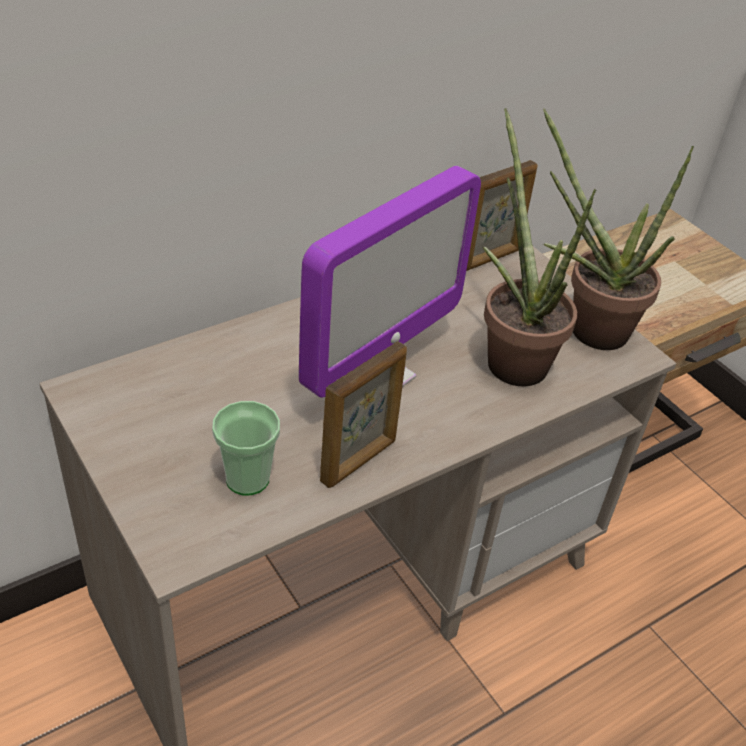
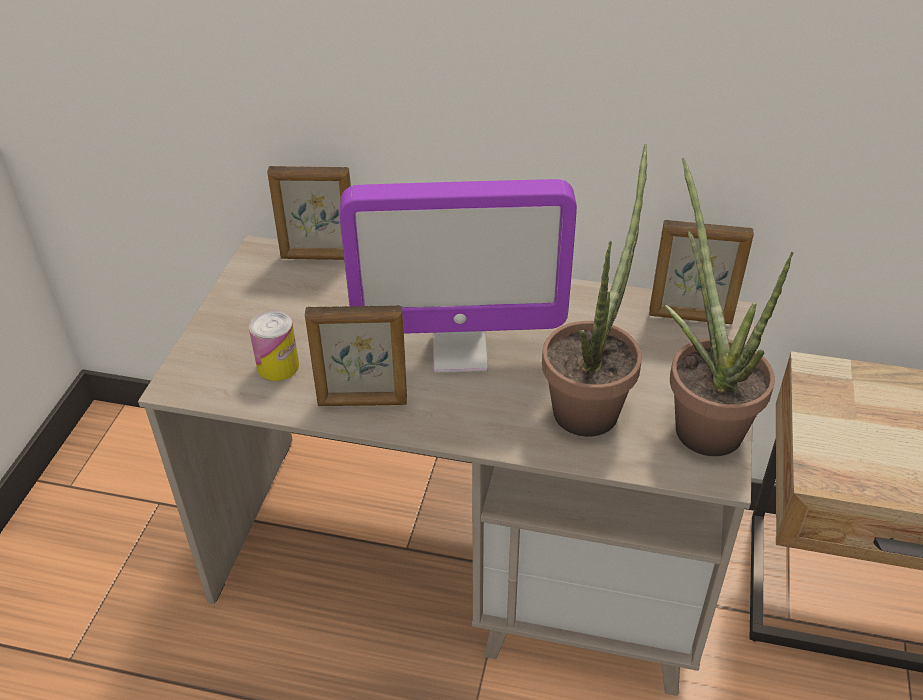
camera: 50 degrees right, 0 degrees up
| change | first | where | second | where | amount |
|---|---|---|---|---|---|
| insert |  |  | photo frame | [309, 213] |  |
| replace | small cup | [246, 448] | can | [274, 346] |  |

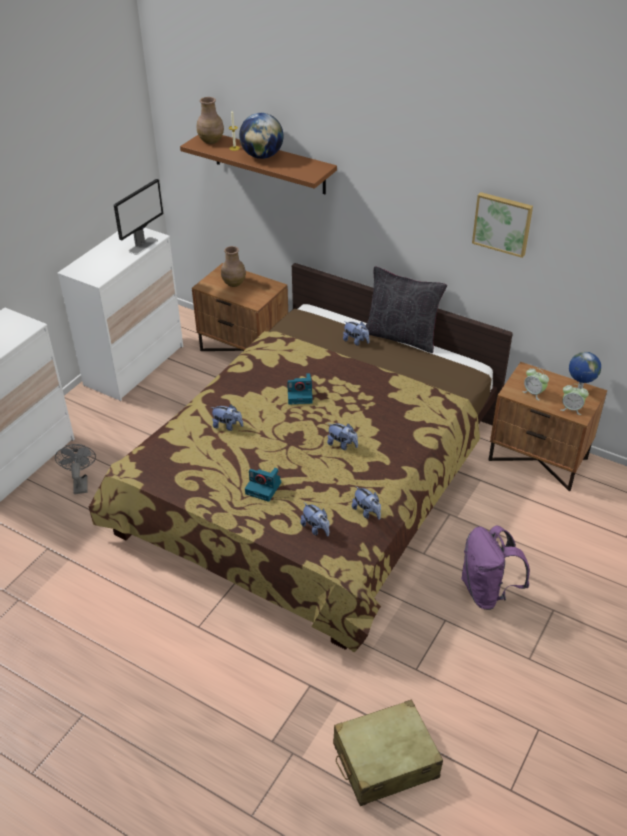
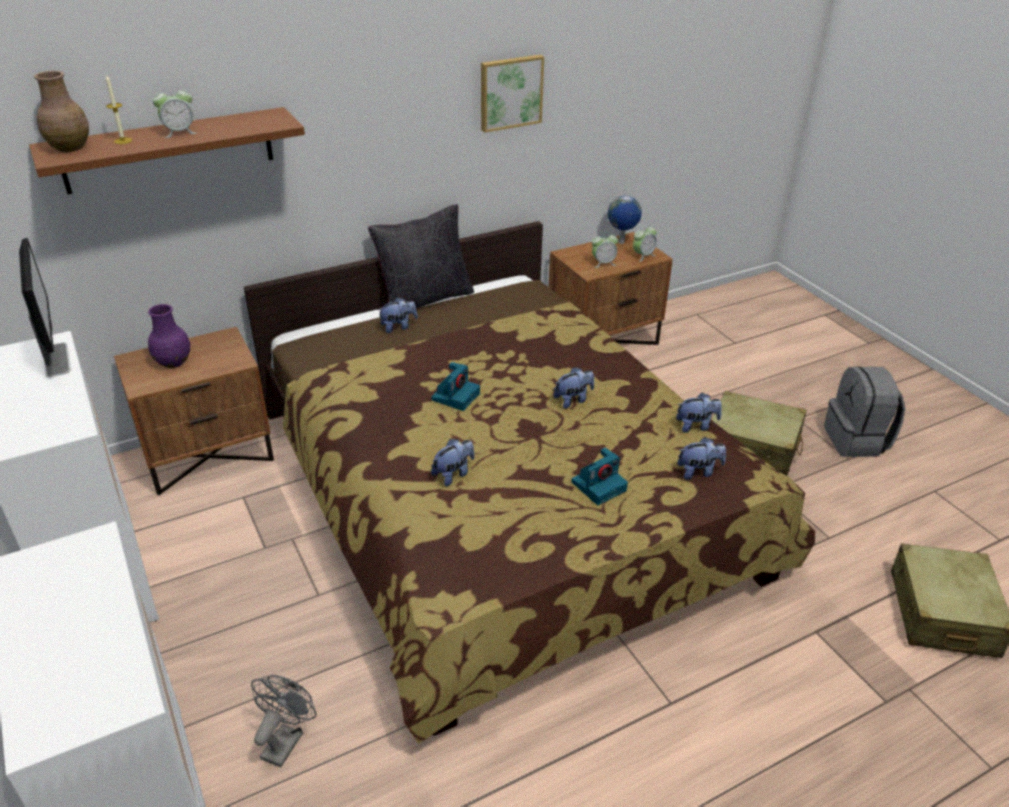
camera: 60 degrees left, 5 degrees down
| change | first | where | second | where | amount |
|---|---|---|---|---|---|
| insert |  |  | greyish rucksack | [864, 412] |  |
| replace | desk globe | [261, 136] | bedside clock | [175, 111] |  |
| replace | purple-coloured rucksack | [495, 567] | beige travel case | [759, 433] |  |
| recolor | brown flower vase | [233, 266] | purple-coloured flower vase | [169, 336] |  |
| rotate | greyish electric fan | [75, 469] |  | [283, 721] | 90 degrees clockwise |

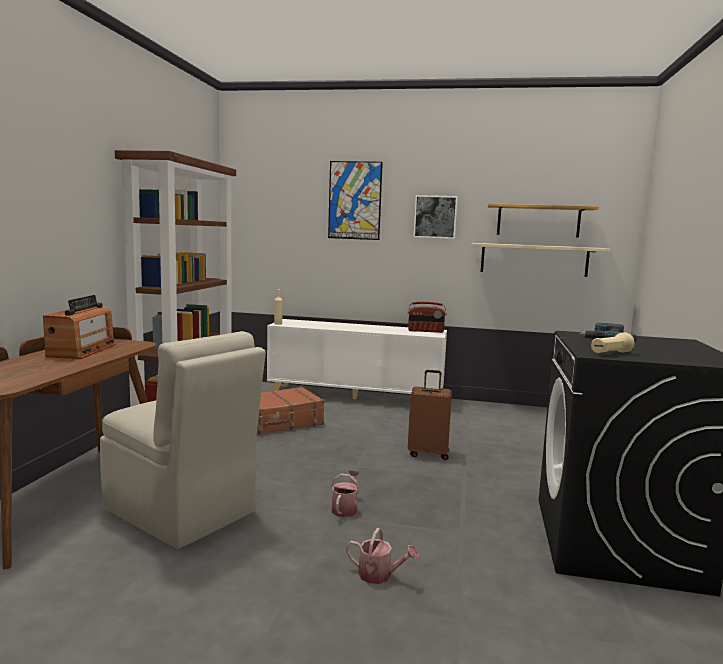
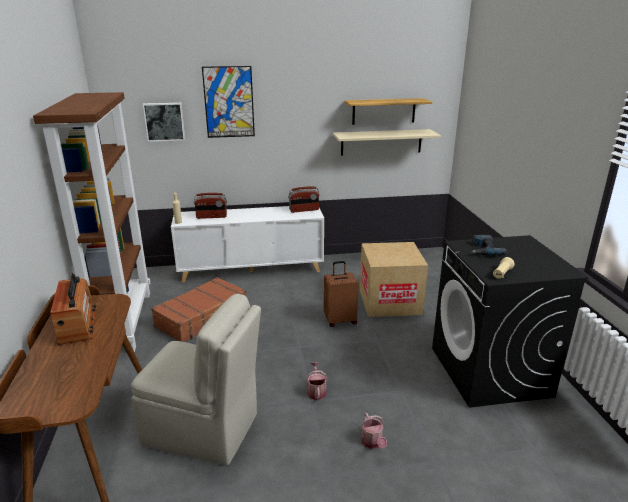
camera: 20 degrees left, 15 degrees up
| change | first | where | second | where | amount |
|---|---|---|---|---|---|
| insert |  |  | radio receiver | [210, 206] |  |
| insert |  |  | cardboard box | [394, 279] |  |
| move | wall picture | [435, 217] |  | [164, 122] |  |
| rotate | watering can | [382, 556] |  | [374, 431] | 75 degrees clockwise |

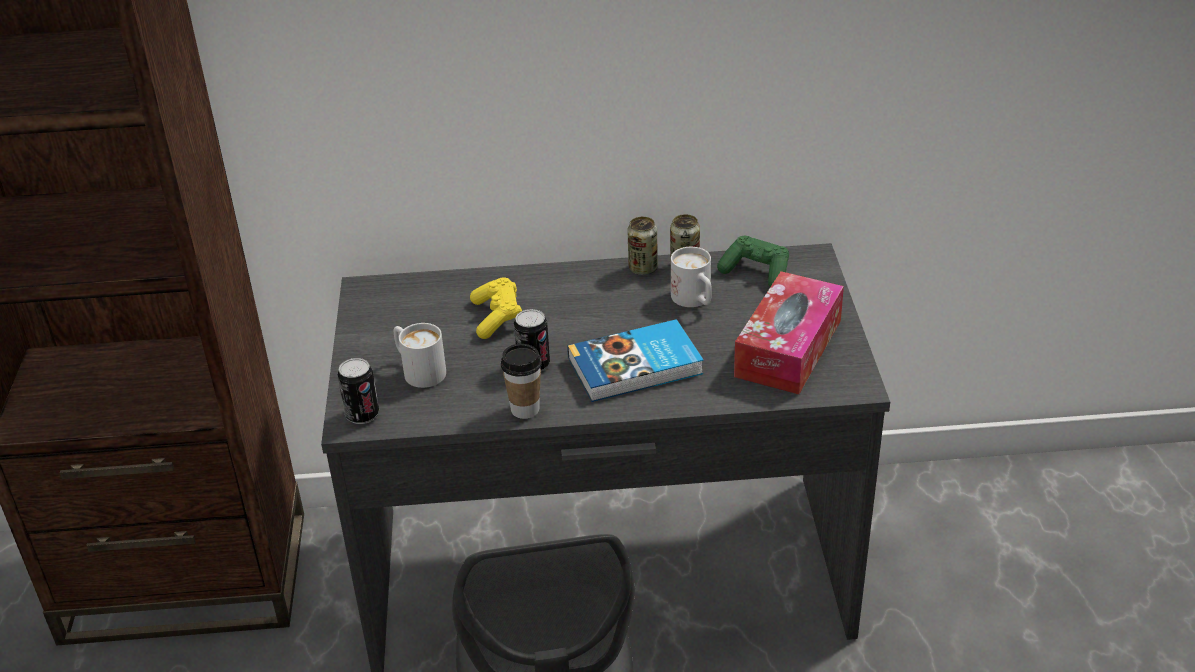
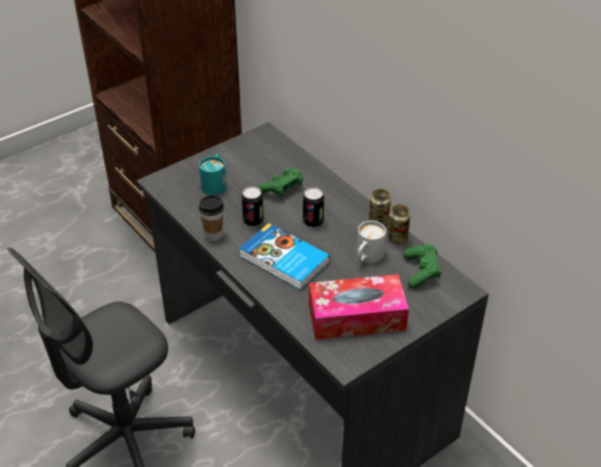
camera: 55 degrees right, 5 degrees up
| change | first | where | second | where | amount |
|---|---|---|---|---|---|
| move | can | [358, 391] |  | [313, 207] |  |
| recolor | white mug | [420, 355] | blue-green mug | [212, 174] |  |
| recolor | yellow gamepad | [496, 308] | green-coloured gamepad | [280, 183] |  |

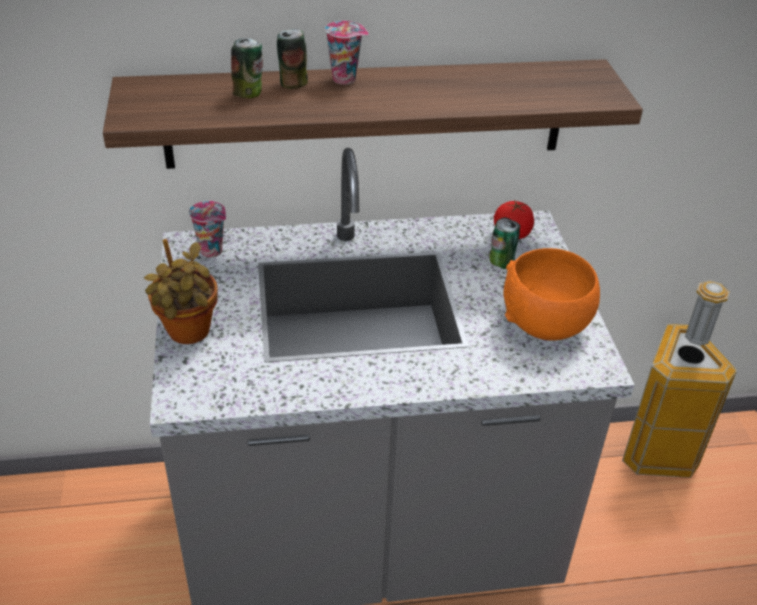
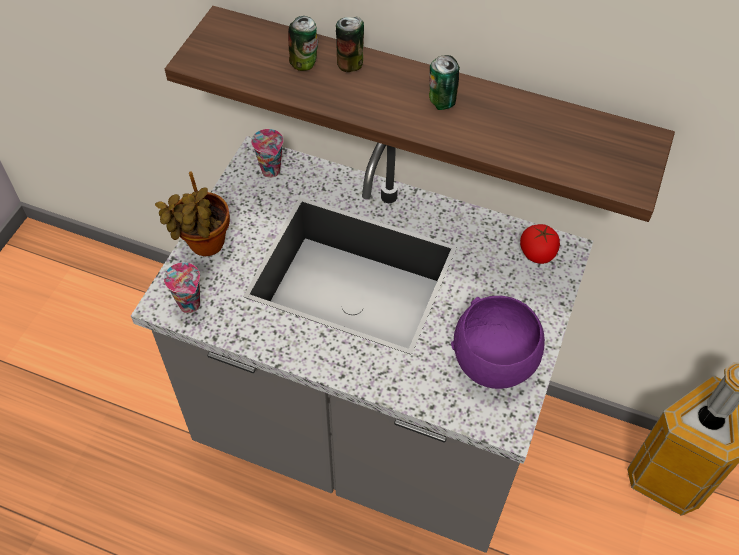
camera: 30 degrees right, 15 degrees up
| change | first | where | second | where | amount |
|---|---|---|---|---|---|
| move | small cup | [347, 53] |  | [182, 287] |  |
| move | can | [504, 243] |  | [444, 82] |  |
| recolor | orangey serving bowl | [551, 294] | purple-coloured serving bowl | [498, 342] |  |

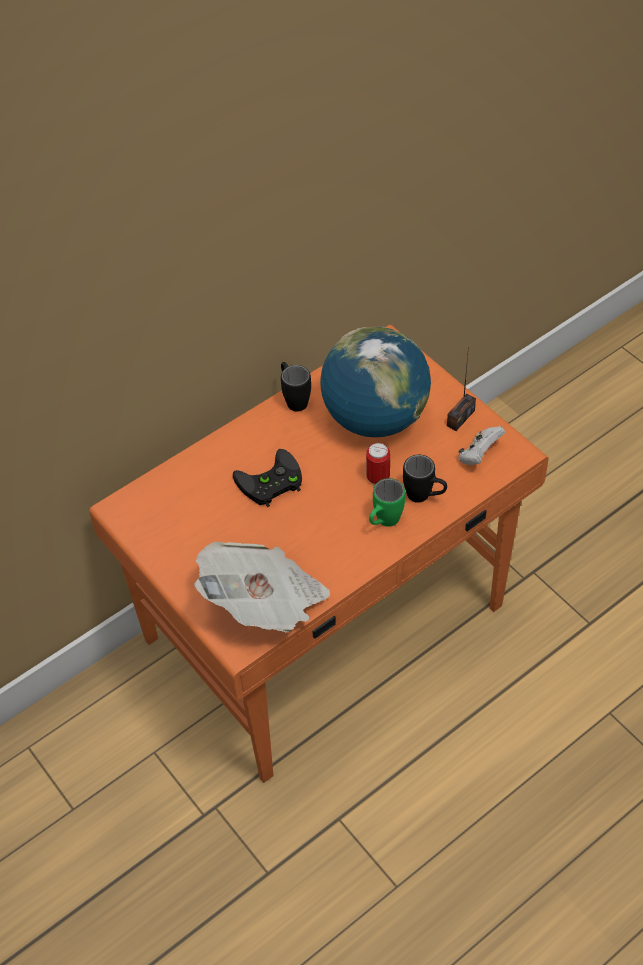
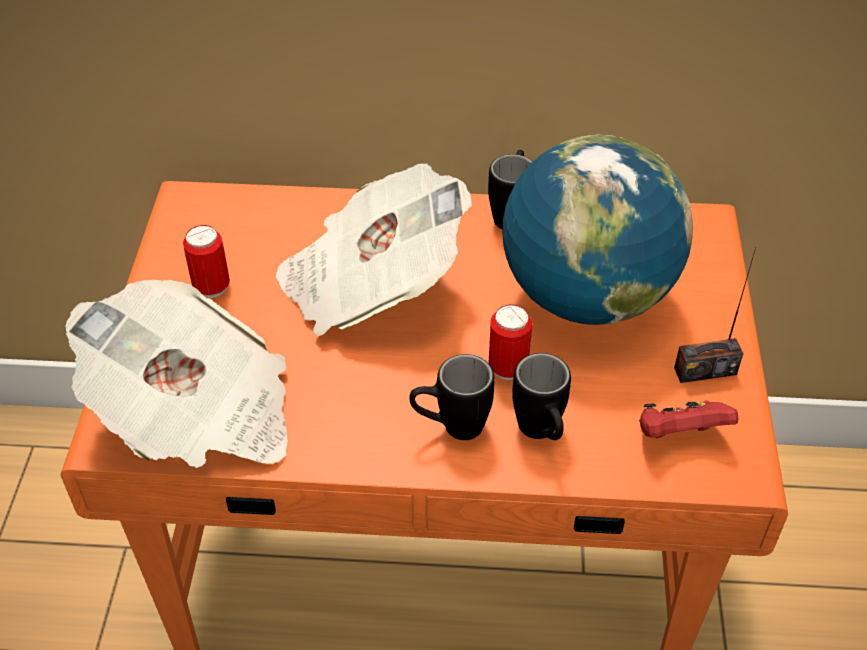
camera: 40 degrees right, 5 degrees down
| change | first | where | second | where | amount |
|---|---|---|---|---|---|
| insert |  |  | can | [206, 261] |  |
| replace | blackish gamepad | [267, 478] | printed paper | [374, 249] |  |
| recolor | green-coloured mug | [387, 502] | blackish mug | [451, 397] |  |
| recolor | white gamepad | [481, 445] | reddish gamepad | [688, 419] |  |

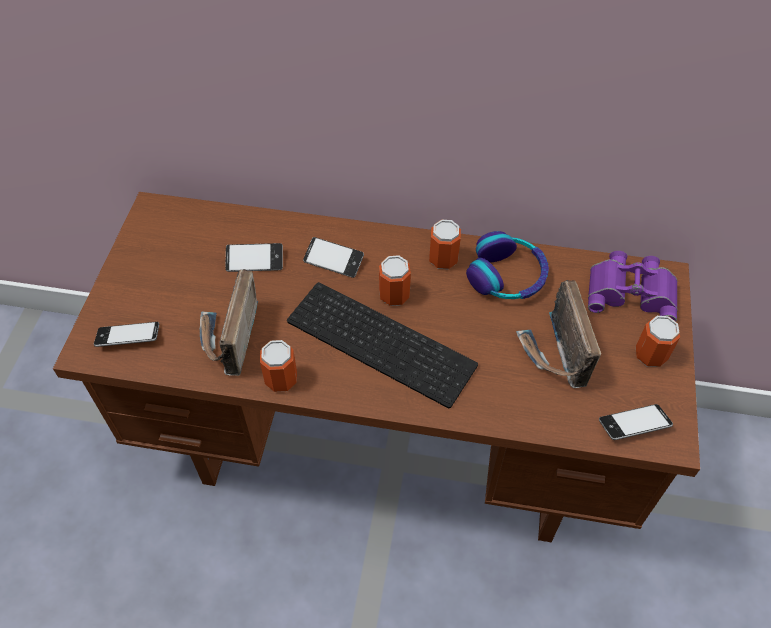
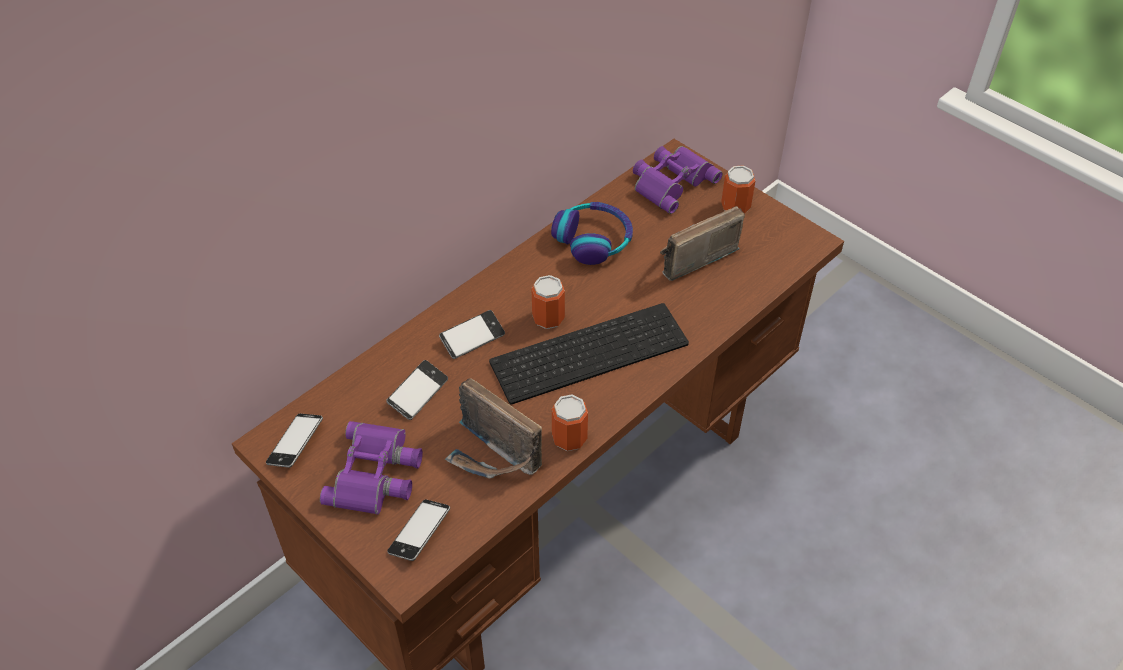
camera: 55 degrees left, 5 degrees down
| change | first | where | second | where | amount |
|---|---|---|---|---|---|
| delete | can | [445, 244] |  |  |  |
| insert |  |  | purple-coloured pair of binoculars | [371, 468] |  |
| move | telephone | [636, 422] |  | [294, 441] |  |
| rotate | radio receiver | [558, 334] |  | [702, 243] | 120 degrees clockwise |

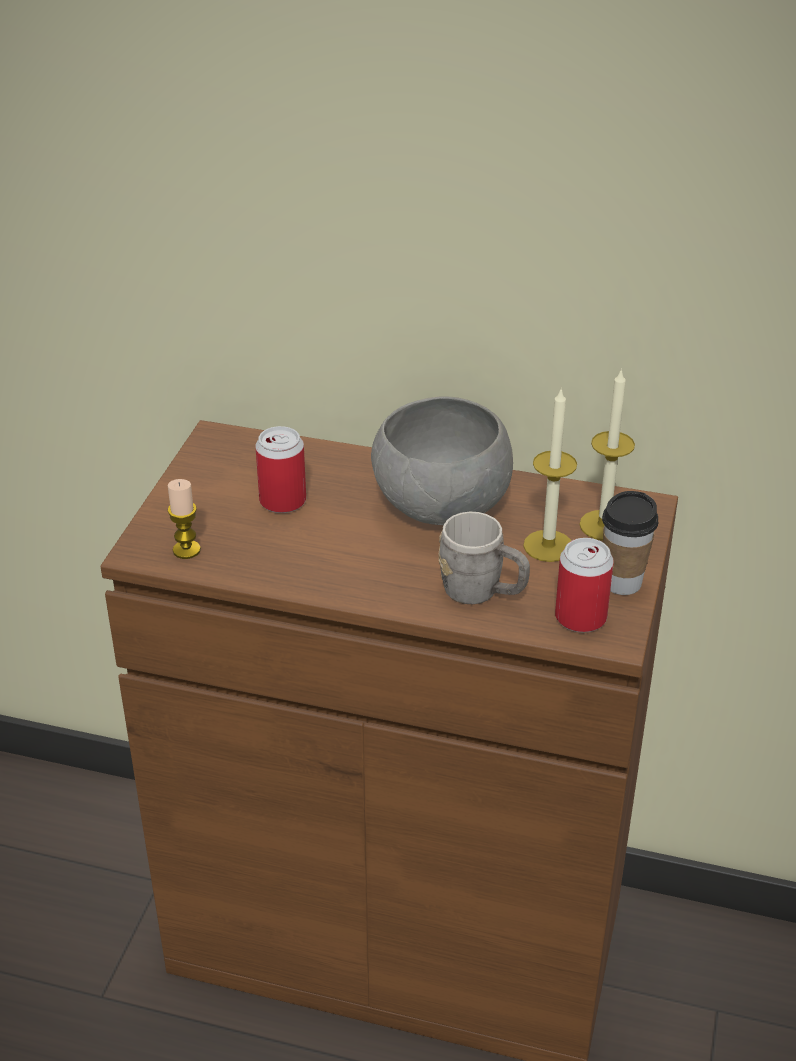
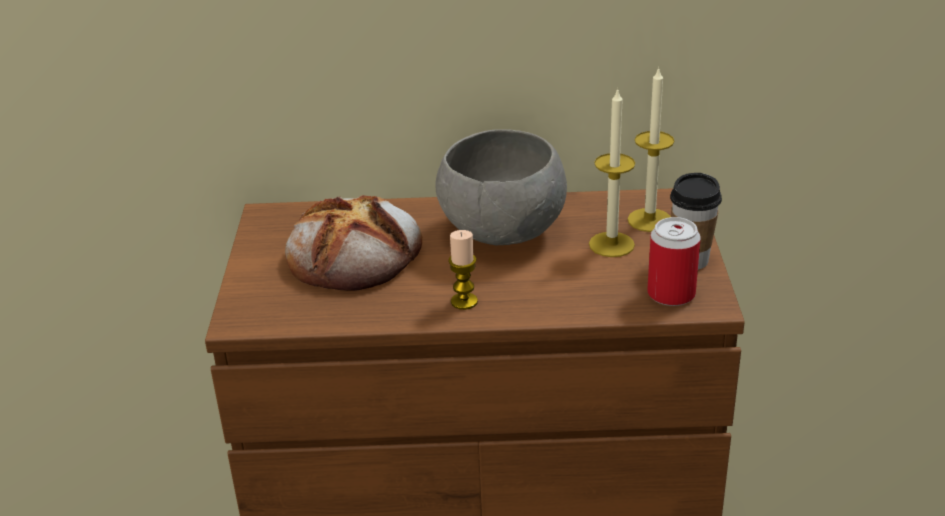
camera: 15 degrees left, 5 degrees down
| change | first | where | second | where | amount |
|---|---|---|---|---|---|
| delete | greyish mug | [484, 557] |  |  |  |
| move | candle | [184, 519] |  | [463, 270] |  |
| replace | can | [280, 469] | bread | [353, 243] |  |

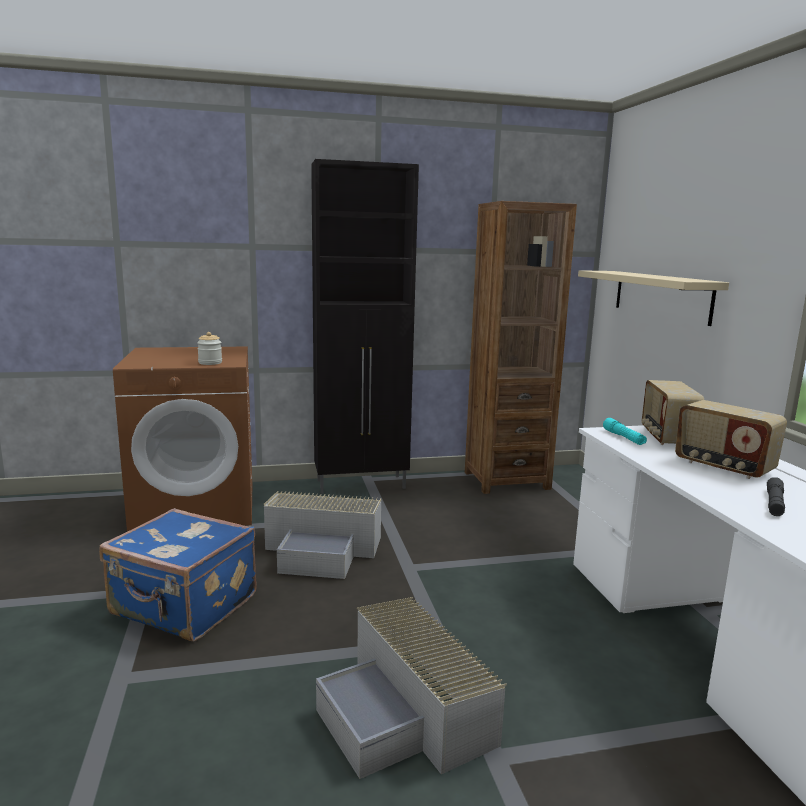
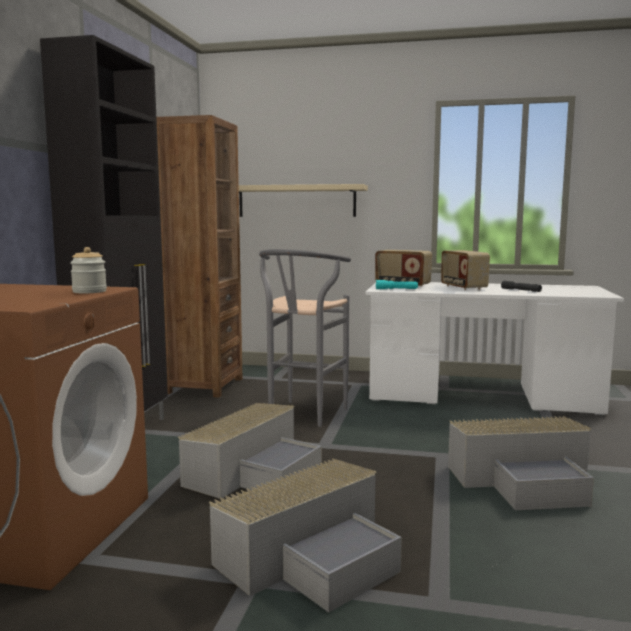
camera: 65 degrees left, 5 degrees down
| change | first | where | second | where | amount |
|---|---|---|---|---|---|
| insert |  |  | greyish sitting stool | [305, 338] |  |
| replace | blue travel case | [178, 574] | greyish storage container | [305, 535] |  |
| rotate | radio receiver | [731, 439] |  | [465, 270] | 90 degrees clockwise |

